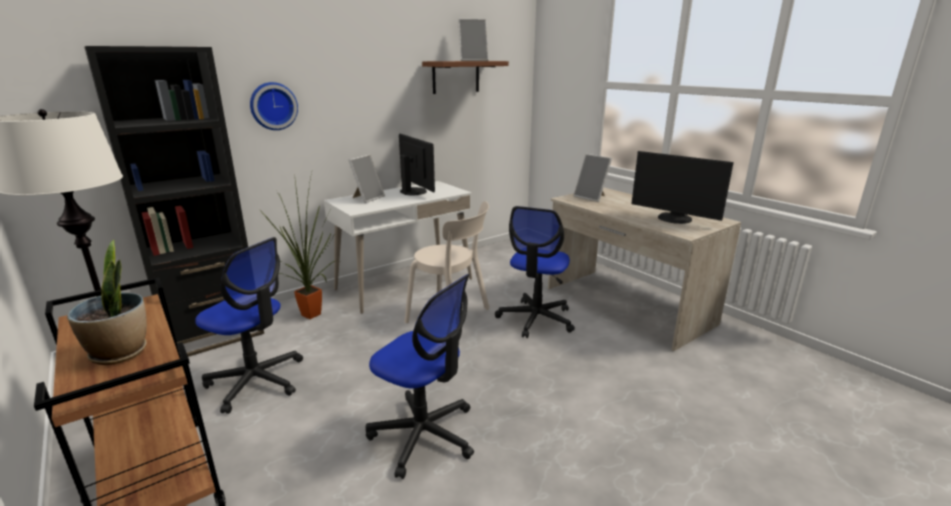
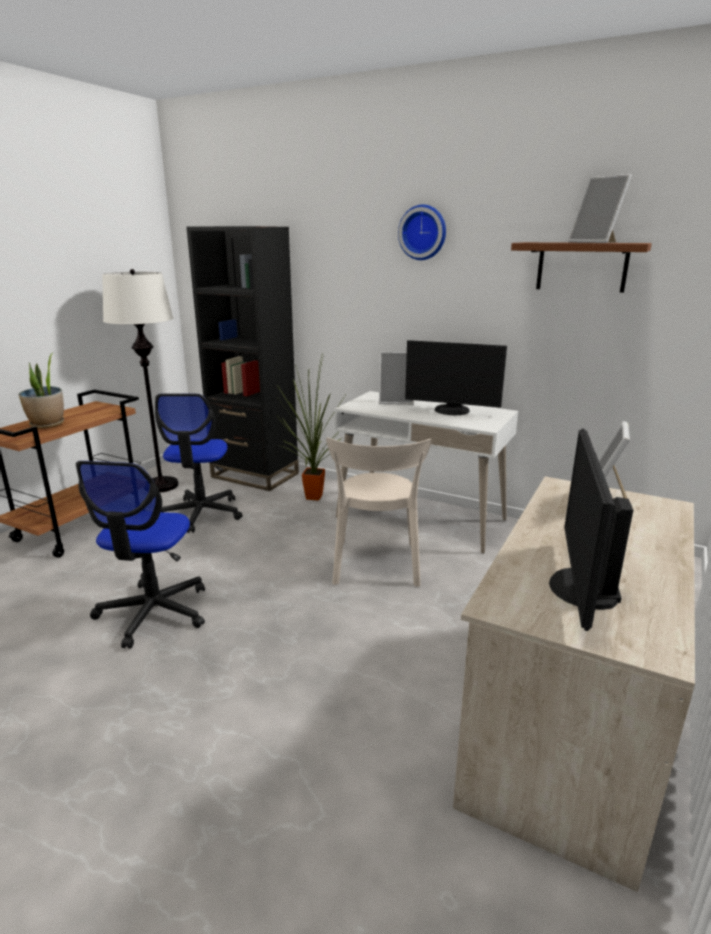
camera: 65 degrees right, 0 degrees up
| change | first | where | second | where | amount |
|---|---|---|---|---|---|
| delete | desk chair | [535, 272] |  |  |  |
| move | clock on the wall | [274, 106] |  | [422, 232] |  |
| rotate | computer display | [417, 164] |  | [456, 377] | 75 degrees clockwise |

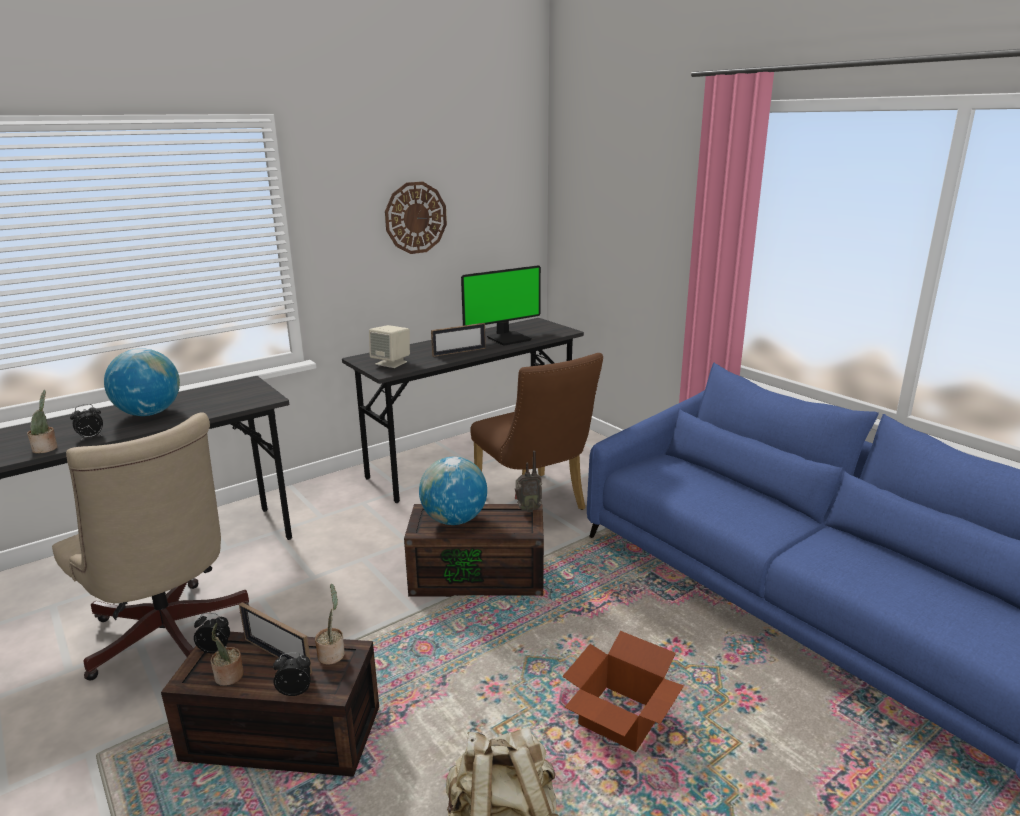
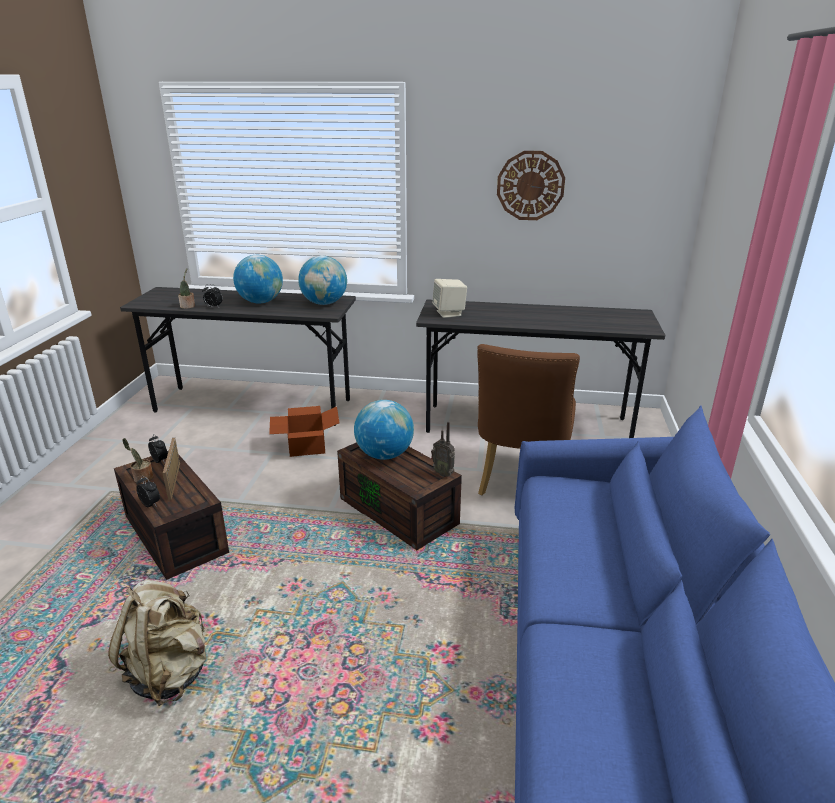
camera: 45 degrees right, 5 degrees up
| change | first | where | second | where | amount |
|---|---|---|---|---|---|
| delete | beige desk chair | [150, 546] |  |  |  |
| delete | houseplant | [330, 624] |  |  |  |
| delete | photo frame | [458, 340] |  |  |  |
| delete | computer display | [501, 305] |  |  |  |
| insert |  |  | desk globe | [322, 280] |  |
| move | cardboard box | [623, 691] |  | [304, 431] |  |

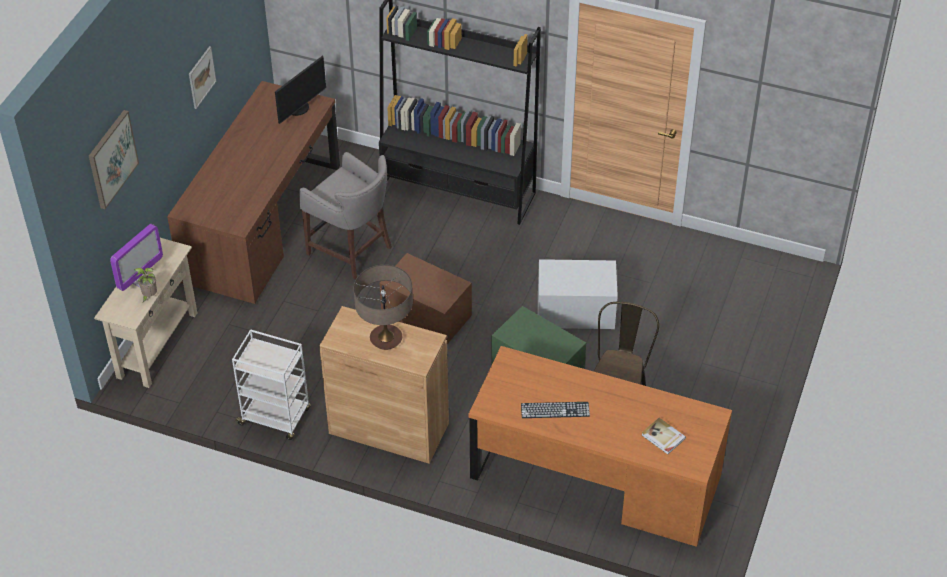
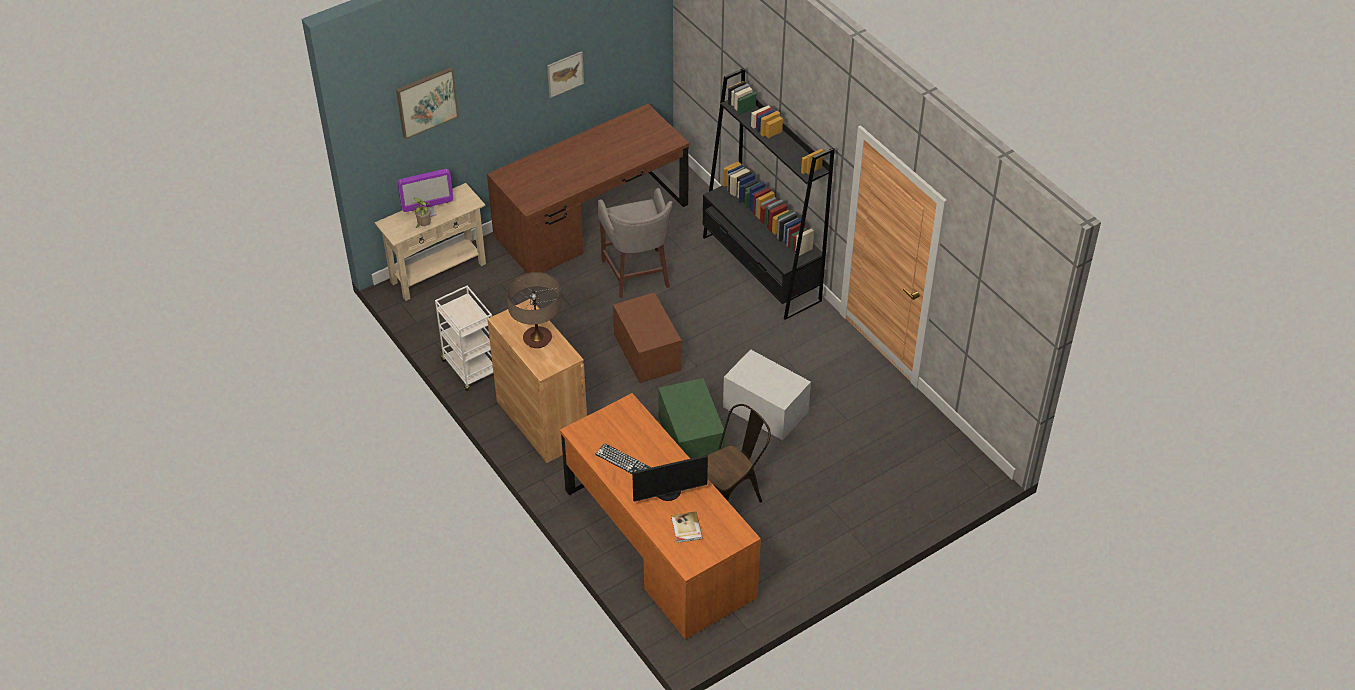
camera: 35 degrees right, 0 degrees up
| change | first | where | second | where | amount |
|---|---|---|---|---|---|
| move | computer display | [300, 90] |  | [670, 478] |  |

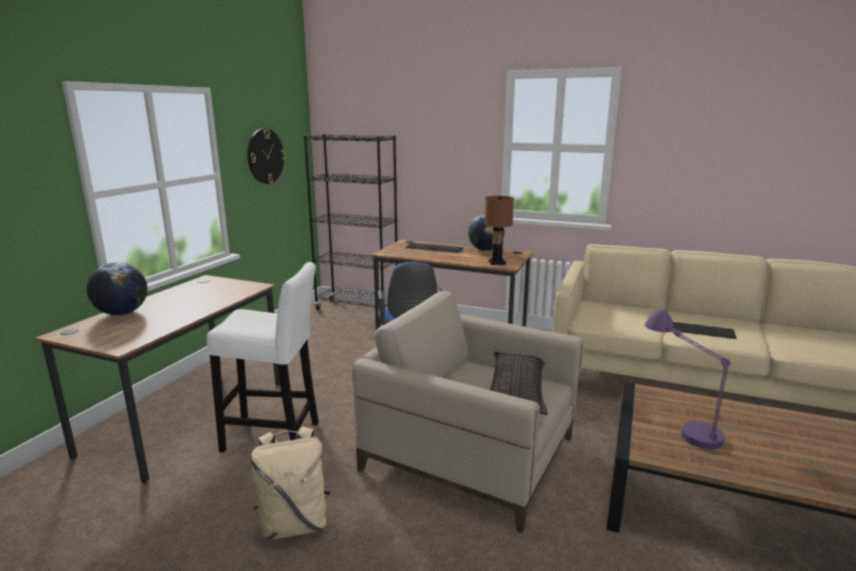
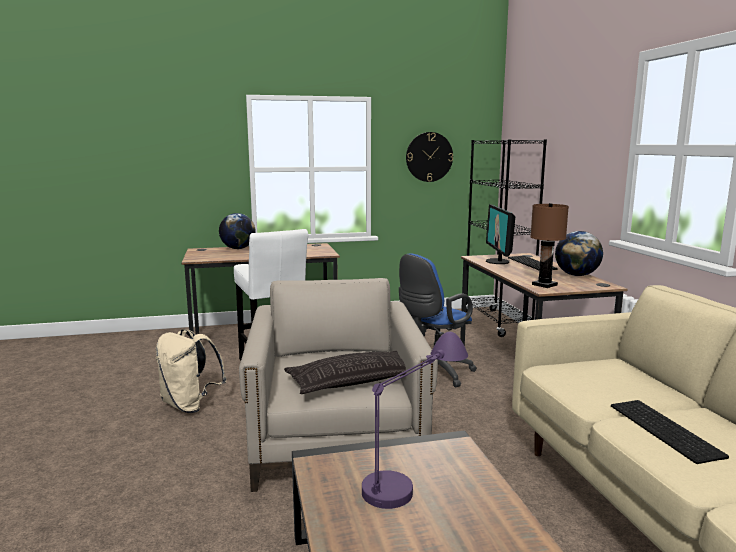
camera: 55 degrees right, 5 degrees down
| change | first | where | second | where | amount |
|---|---|---|---|---|---|
| insert |  |  | computer display | [500, 234] |  |

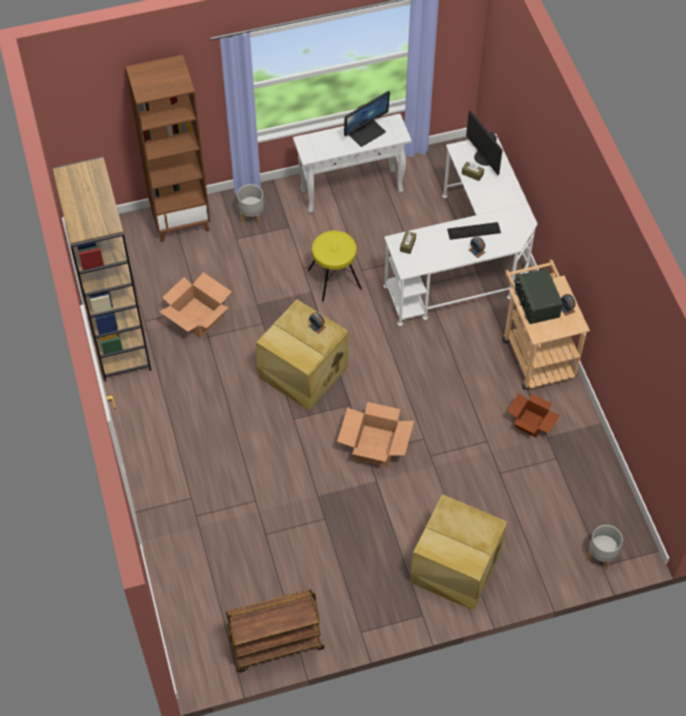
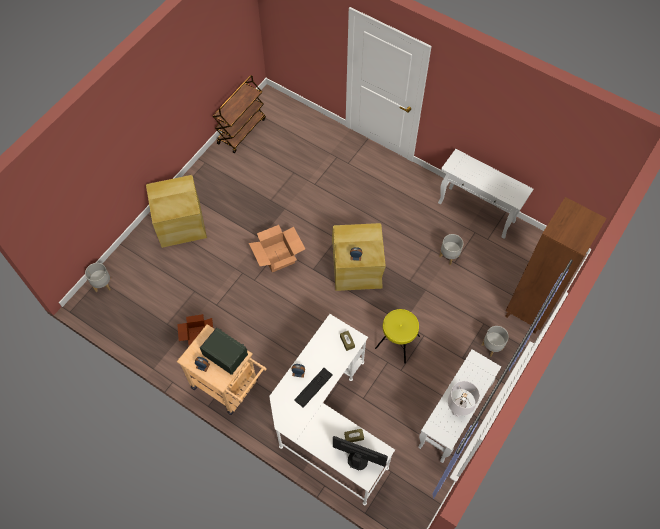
camera: 140 degrees right, 5 degrees up
| change | first | where | second | where | amount |
|---|---|---|---|---|---|
| replace | brown bookcase | [101, 269] | white narrow table | [485, 194] |  |
| replace | cardboard box | [195, 305] | greyish plant pot | [451, 249] |  |
| replace | computer display | [367, 119] | white lamp for a table | [464, 399] |  |

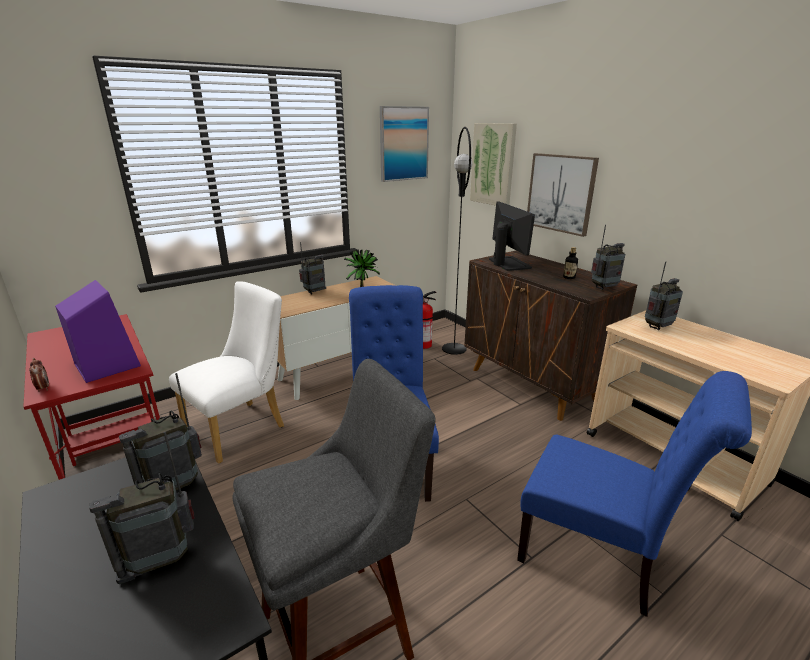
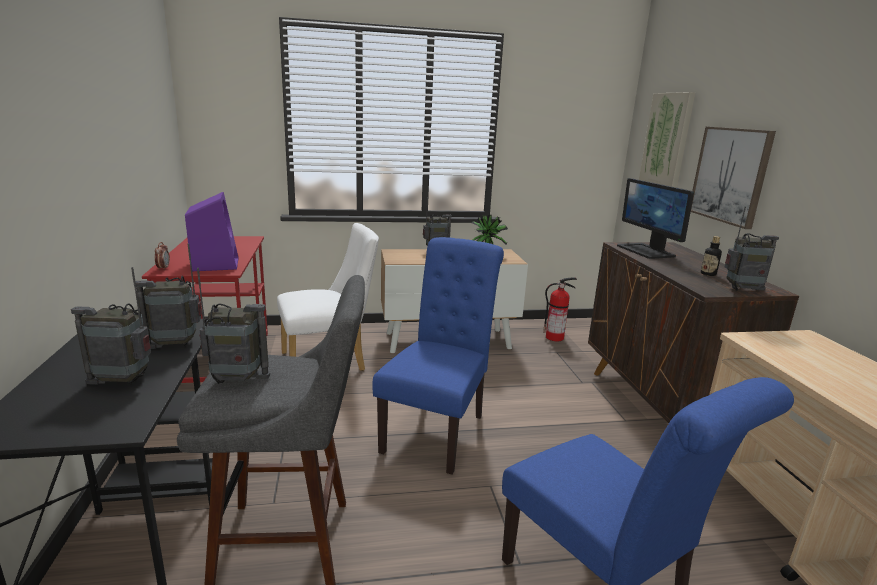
camera: 25 degrees right, 5 degrees down
| change | first | where | second | where | amount |
|---|---|---|---|---|---|
| delete | wall picture | [404, 144] |  |  |  |
| delete | blackish standard lamp | [457, 241] |  |  |  |
| move | radio receiver | [664, 295] |  | [233, 326] |  |
| rotate | computer display | [512, 236] |  | [655, 218] | 150 degrees clockwise |

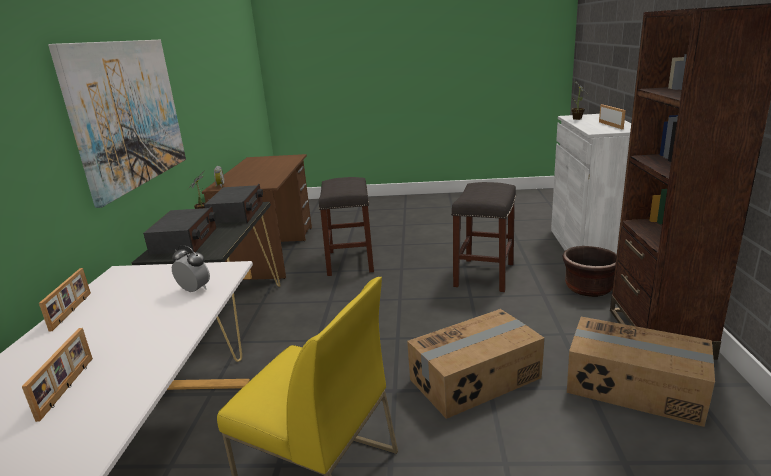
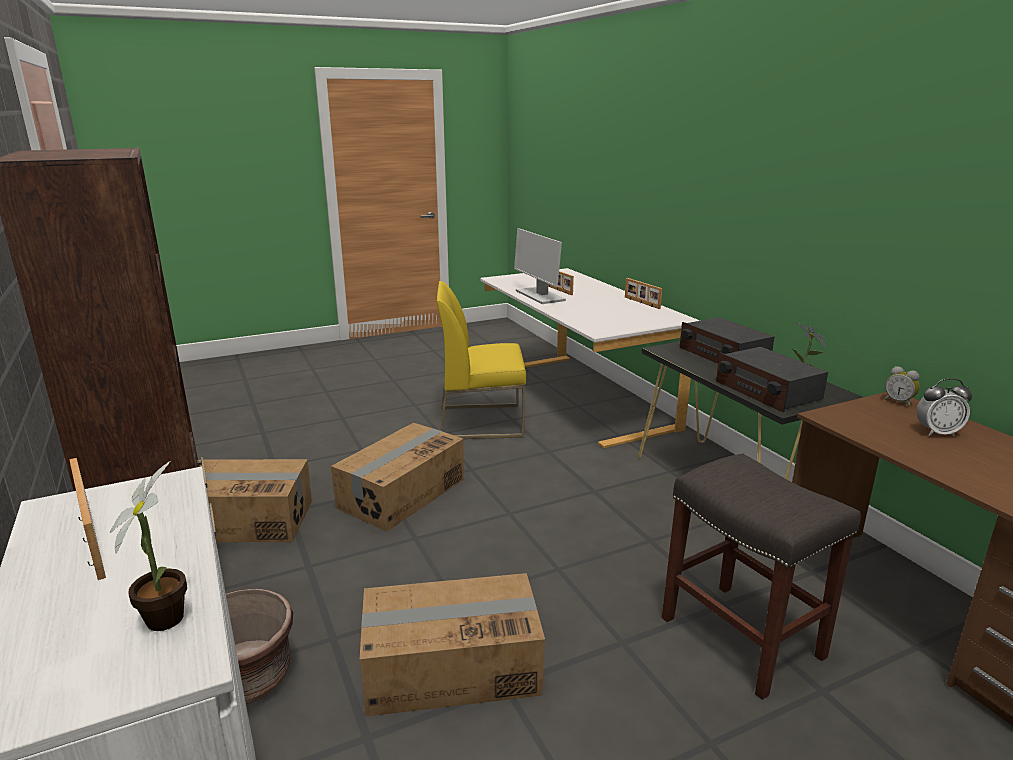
camera: 150 degrees right, 0 degrees up
| change | first | where | second | where | amount |
|---|---|---|---|---|---|
| delete | wall picture | [117, 124] |  |  |  |
| insert |  |  | computer display | [540, 266] |  |
| move | bedside clock | [191, 269] |  | [944, 407] |  |
| replace | greyish sitting stool | [483, 237] | cardboard box | [452, 645] |  |

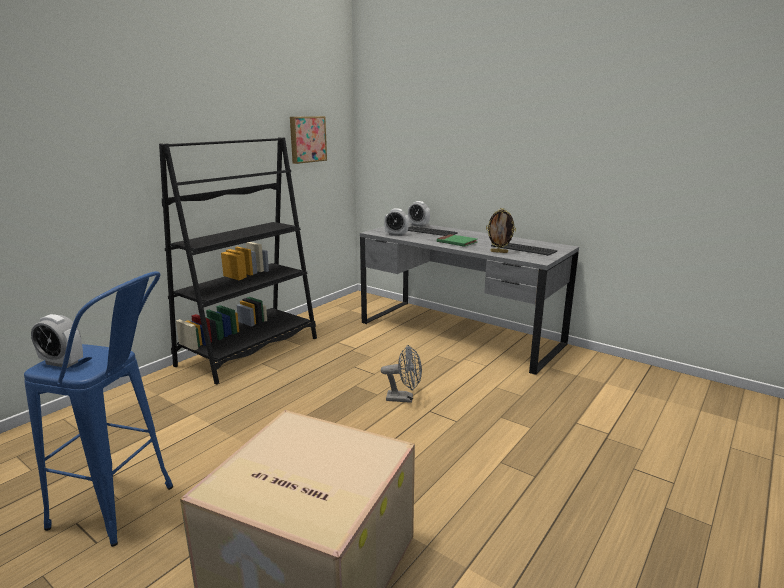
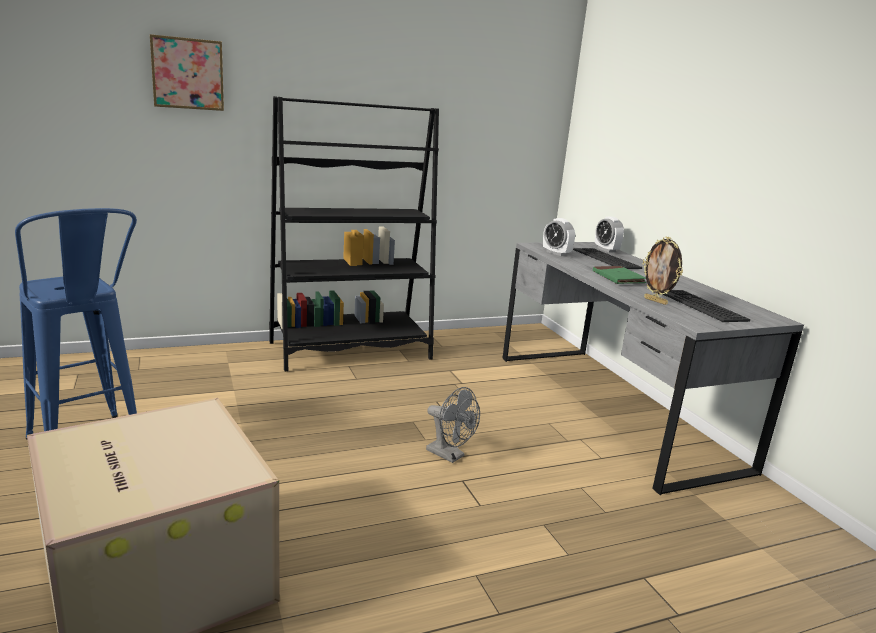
camera: 30 degrees right, 0 degrees up
| change | first | where | second | where | amount |
|---|---|---|---|---|---|
| delete | bedside clock | [57, 341] |  |  |  |
| move | wall picture | [308, 140] |  | [187, 72] |  |

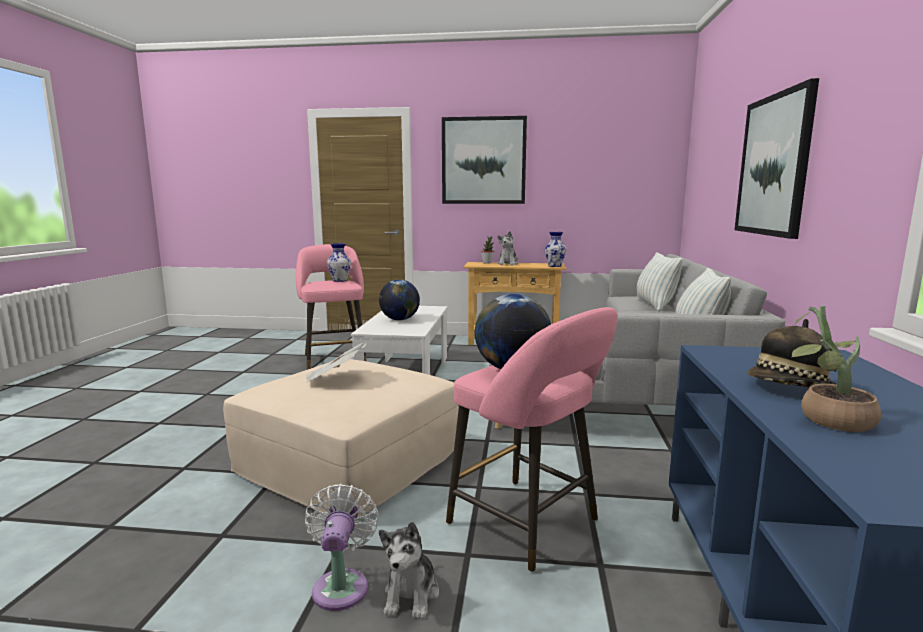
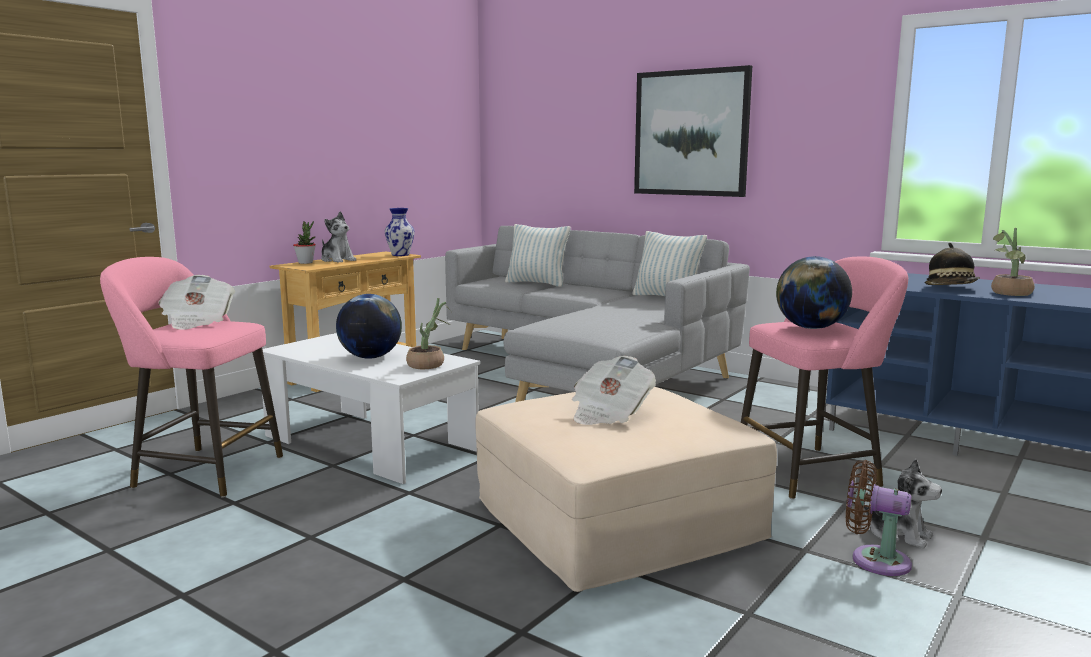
camera: 60 degrees left, 0 degrees up
| change | first | where | second | where | amount |
|---|---|---|---|---|---|
| delete | wall picture | [484, 160] |  |  |  |
| insert |  |  | houseplant | [429, 333] |  |
| replace | flower vase | [339, 262] | printed paper | [196, 302] |  |
| recolor | white electric fan | [342, 547] | brown electric fan | [879, 518] |  |

